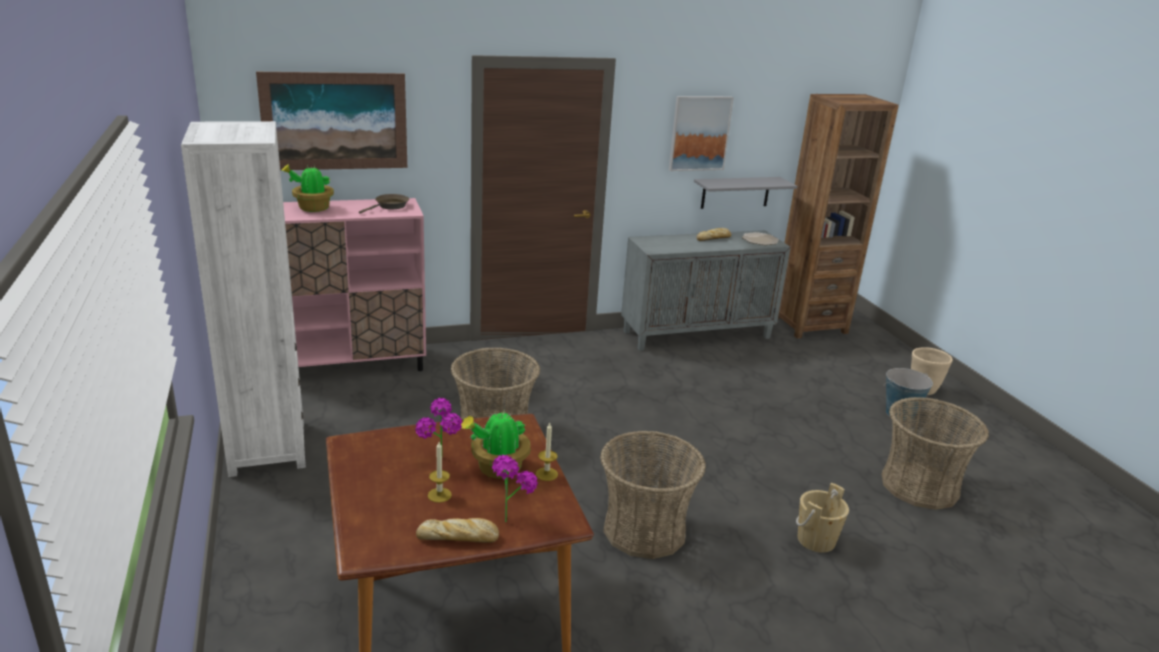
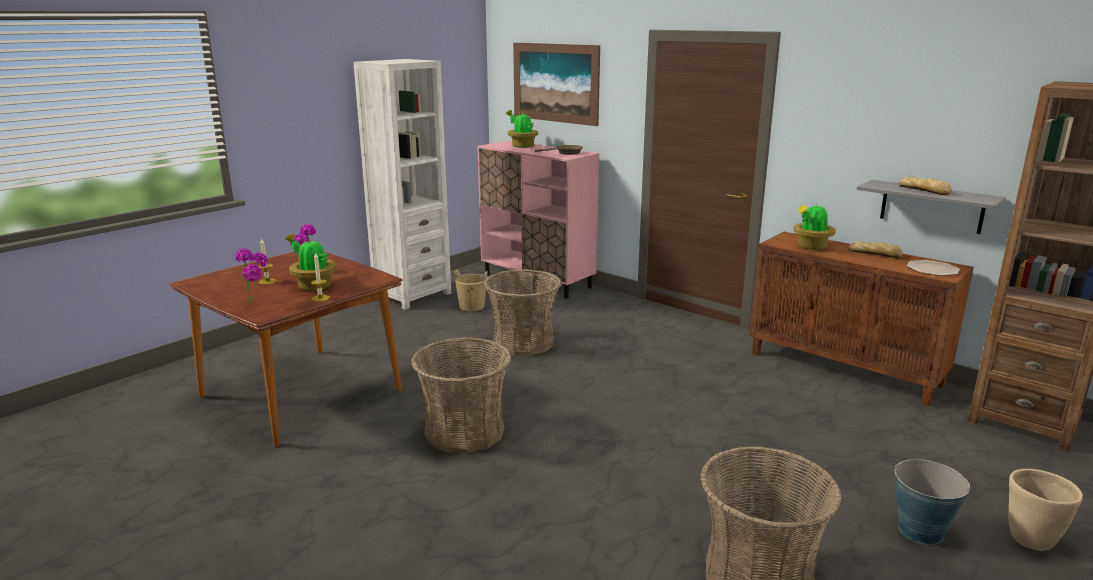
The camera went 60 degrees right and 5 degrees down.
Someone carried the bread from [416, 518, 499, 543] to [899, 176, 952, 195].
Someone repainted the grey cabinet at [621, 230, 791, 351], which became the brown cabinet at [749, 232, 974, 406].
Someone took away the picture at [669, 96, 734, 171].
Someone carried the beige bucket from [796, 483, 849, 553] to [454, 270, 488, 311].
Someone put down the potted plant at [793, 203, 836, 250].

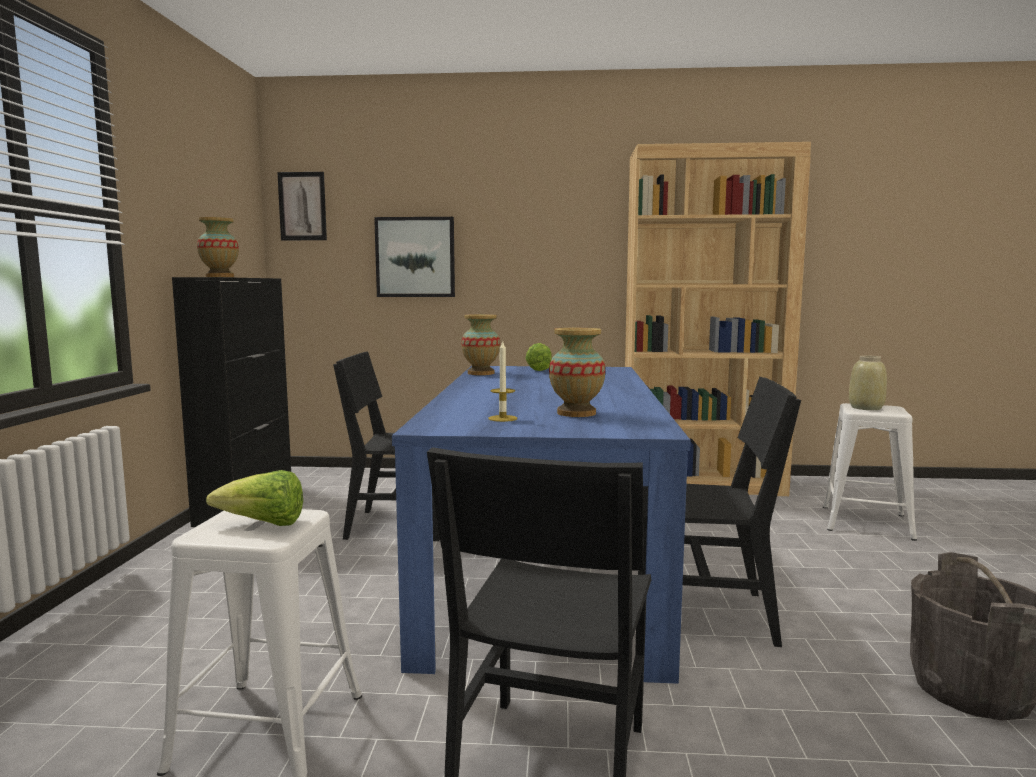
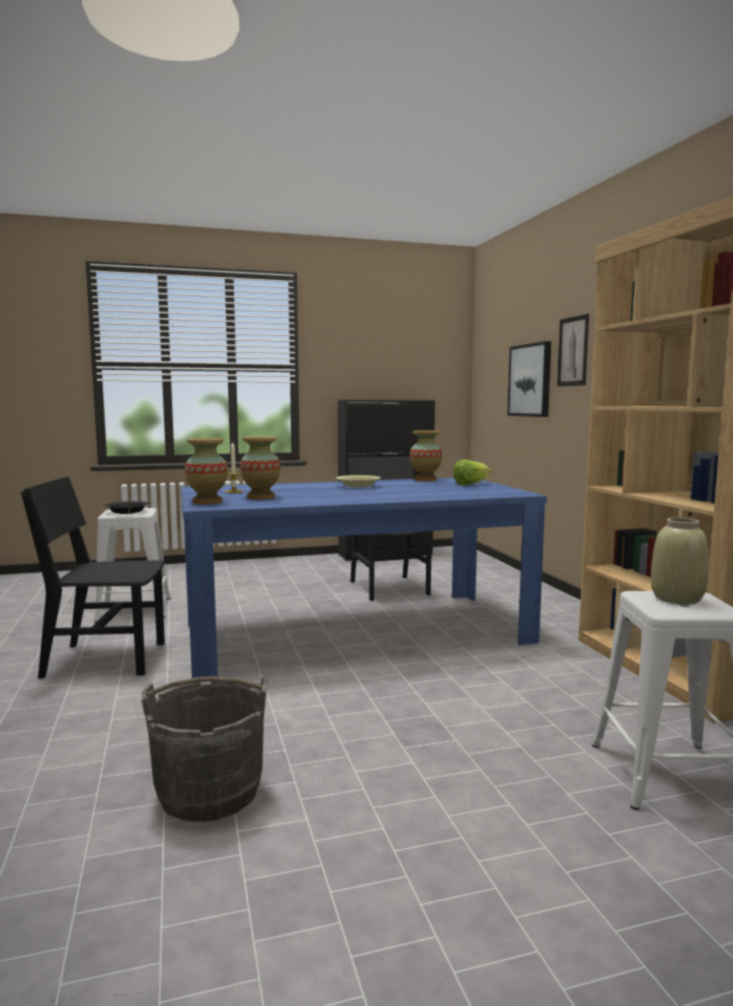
The camera went 70 degrees right and 0 degrees up.
Someone carried the vase from [197, 217, 239, 277] to [185, 438, 228, 504].
Someone swapped the lettuce at [206, 470, 303, 526] for the black bowl at [104, 501, 150, 514].
Someone carried the picture from [277, 172, 327, 240] to [557, 314, 589, 386].
Someone took away the black chair at [638, 377, 801, 647].
Someone put down the yellow bowl at [336, 475, 381, 488].

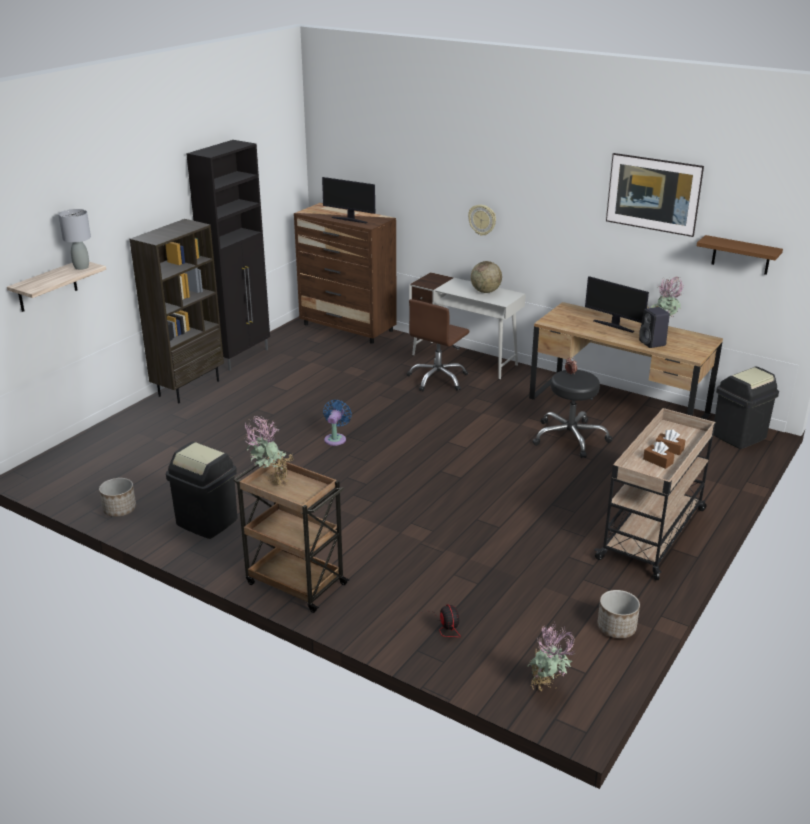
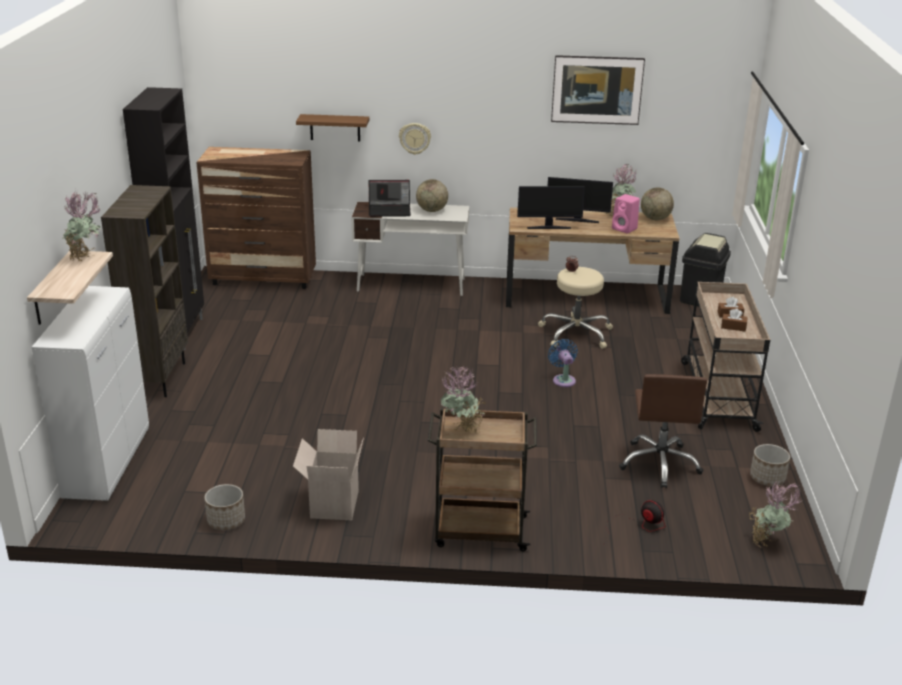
The camera went 30 degrees left and 0 degrees up.
Someone swapped the grey table lamp at [58, 209, 91, 270] for the potted plant at [62, 189, 101, 261].
Someone swapped the black trash can at [166, 442, 237, 539] for the cardboard box at [293, 429, 364, 520].
Someone carried the monitor from [322, 177, 375, 223] to [517, 186, 585, 229].
Someone carried the blue fan from [323, 400, 352, 446] to [548, 339, 578, 387].
Someone carried the brown office chair from [407, 299, 469, 391] to [619, 374, 707, 488].
Someone repainted the black stool at [532, 370, 612, 458], which became the beige stool at [538, 267, 613, 349].
Someone repainted the black speaker at [639, 307, 670, 348], which became the pink speaker at [612, 194, 640, 234].
Someone carried the brown shelf from [697, 235, 783, 275] to [296, 114, 369, 142].
Someone put down the white cabinet at [32, 286, 149, 501].
Someone put down the laptop at [368, 180, 411, 217].
Someone put down the globe at [641, 187, 674, 220].

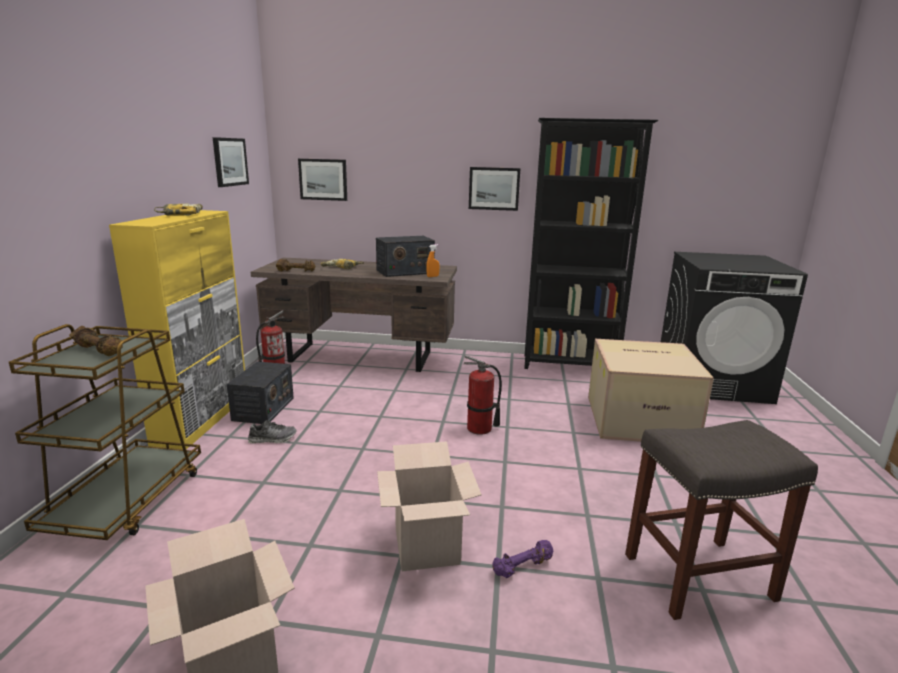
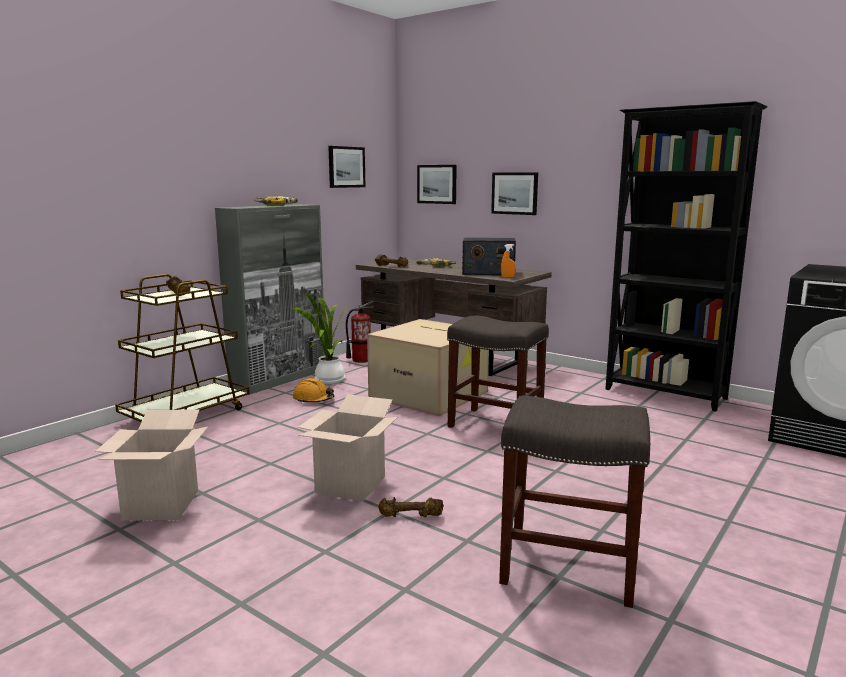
The camera went 30 degrees right and 5 degrees down.
Someone repainted the yellow cabinet at [109, 210, 245, 450], which became the grey cabinet at [215, 204, 325, 395].
Someone swapped the radio at [227, 362, 294, 424] for the potted plant at [293, 294, 348, 384].
Someone swapped the shoe at [248, 421, 296, 444] for the orange hard hat at [293, 378, 334, 403].
Someone swapped the fire extinguisher at [463, 355, 502, 435] for the grey stool at [447, 316, 549, 428].
Someone carried the picture from [469, 167, 521, 211] to [491, 172, 538, 215].
Someone repainted the purple dumbbell at [492, 540, 554, 578], which became the brown dumbbell at [378, 497, 444, 517].
Someone carried the cardboard box from [588, 339, 714, 442] to [367, 319, 489, 416].

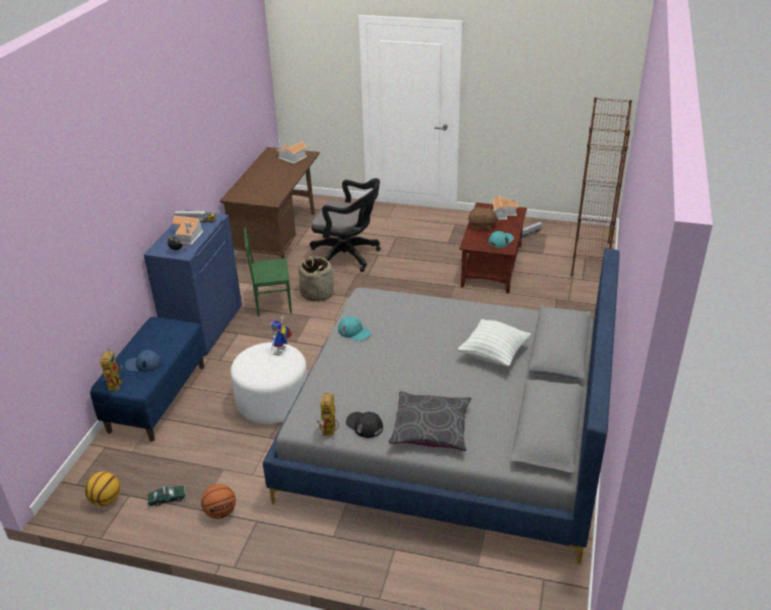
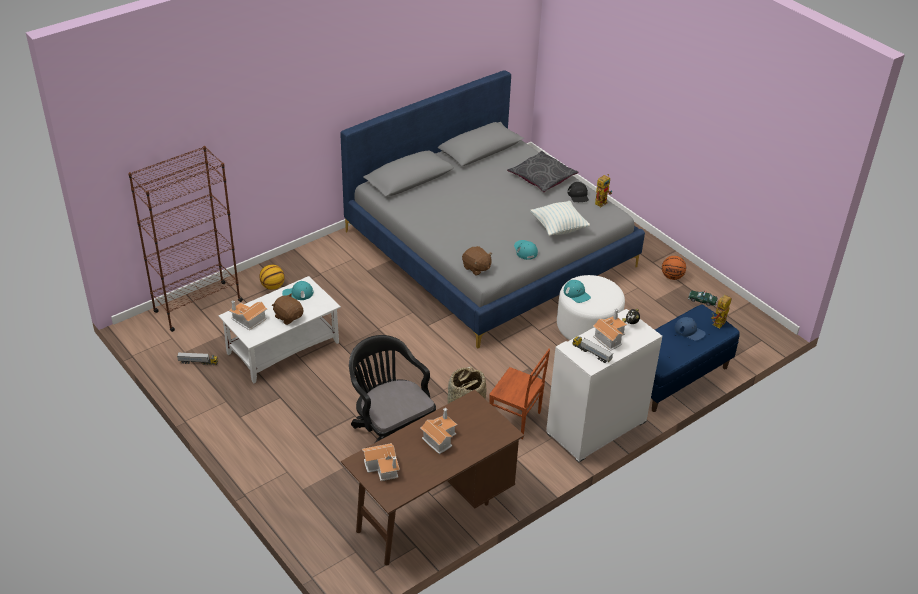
The camera went 145 degrees left and 5 degrees up.
Someone carried the basketball from [85, 472, 120, 506] to [260, 265, 285, 290].
Someone repainted the blue cabinet at [144, 210, 242, 356], which became the white cabinet at [546, 309, 662, 463].
Someone repainted the green chair at [244, 227, 292, 317], which became the brown chair at [489, 349, 550, 439].
Someone swapped the toy robot at [270, 316, 292, 356] for the turquoise cap at [564, 280, 591, 303].
Someone carried the pillow from [458, 319, 531, 366] to [530, 201, 590, 236].
Someone repainted the brown coffee table at [459, 203, 527, 293], which became the white coffee table at [219, 276, 341, 383].
Someone put down the toy house at [420, 408, 457, 454].
Someone put down the brown plush toy at [462, 246, 492, 276].

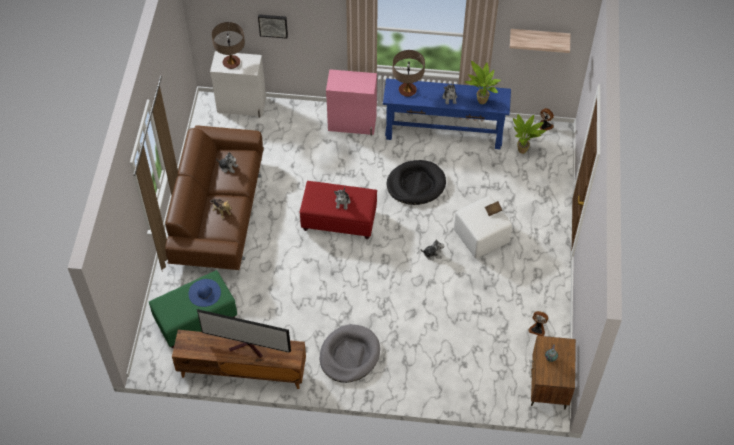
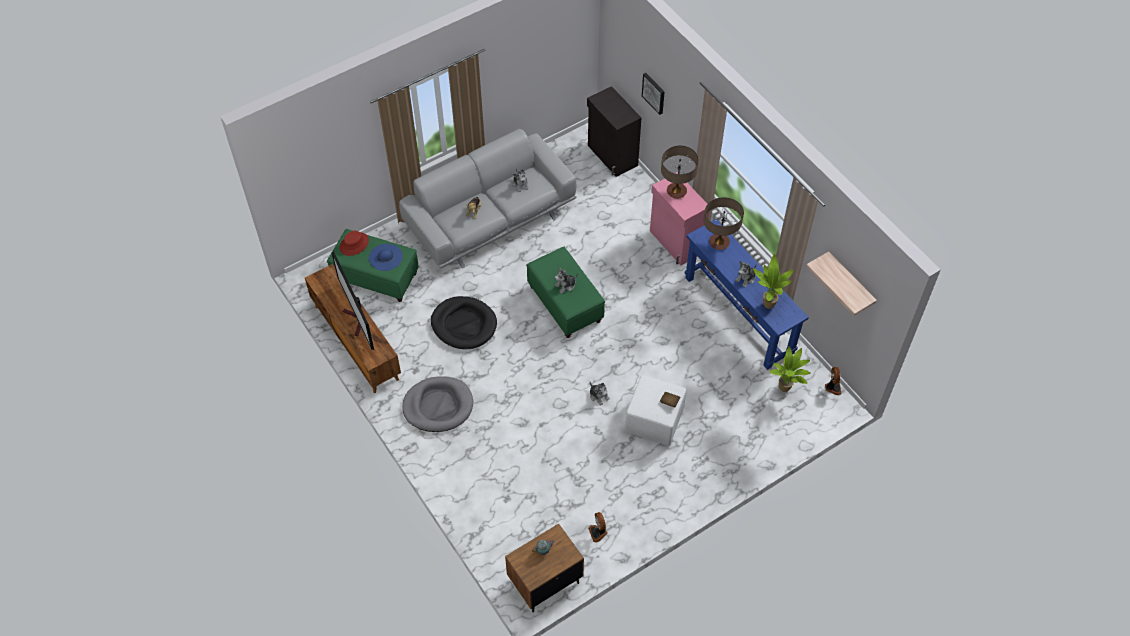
The camera went 50 degrees right and 0 degrees up.
Someone repainted the brown sofa at [165, 125, 264, 270], which became the grey sofa at [399, 129, 576, 268].
Someone repainted the white cabinet at [210, 51, 266, 117], which became the black cabinet at [587, 86, 641, 177].
Someone carried the table lamp from [212, 22, 245, 69] to [661, 146, 699, 199].
Someone repainted the red ottoman at [300, 181, 377, 239], which became the green ottoman at [526, 247, 605, 338].
Someone carried the black dog bed from [387, 160, 446, 205] to [431, 296, 497, 349].
Someone put down the red hat at [340, 231, 369, 256].

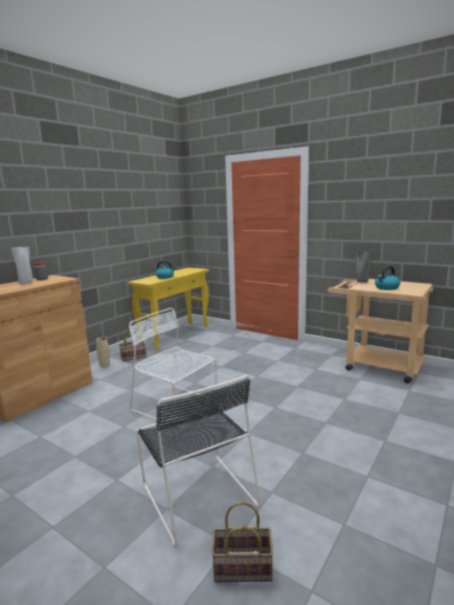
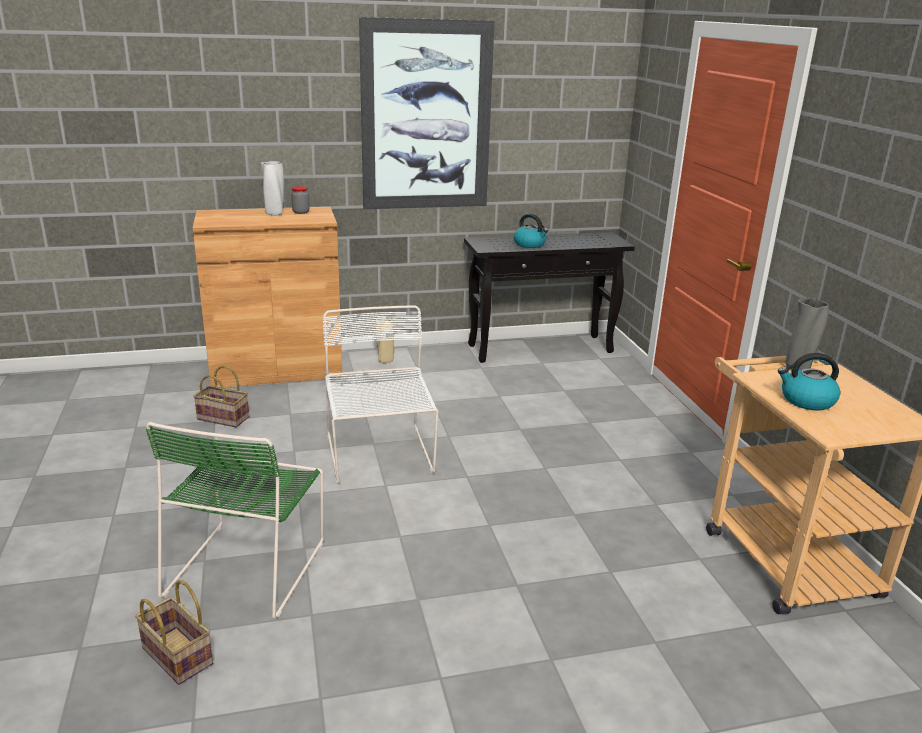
The camera went 40 degrees right and 10 degrees up.
Someone carried the basket from [119, 330, 146, 361] to [193, 365, 249, 427].
Someone repainted the yellow console table at [127, 267, 209, 349], which became the black console table at [464, 232, 635, 363].
Someone repainted the black chair at [136, 375, 261, 547], which became the green chair at [146, 422, 324, 619].
Someone put up the picture at [359, 17, 495, 209].

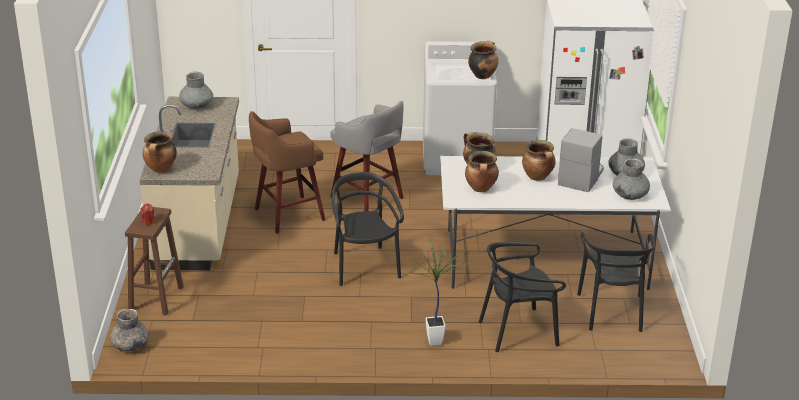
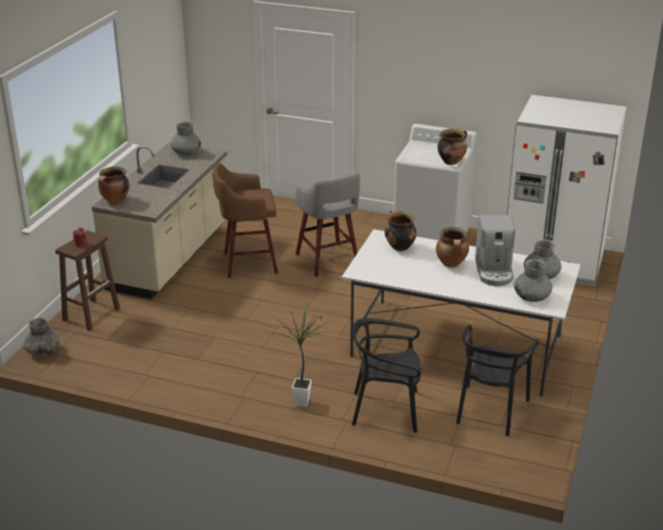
The camera went 20 degrees right and 0 degrees up.
Someone took away the black chair at [332, 172, 404, 286].
Someone took away the cooking pot at [465, 151, 499, 192].
Someone rotated the coffee machine at [558, 128, 604, 192] by 135 degrees clockwise.

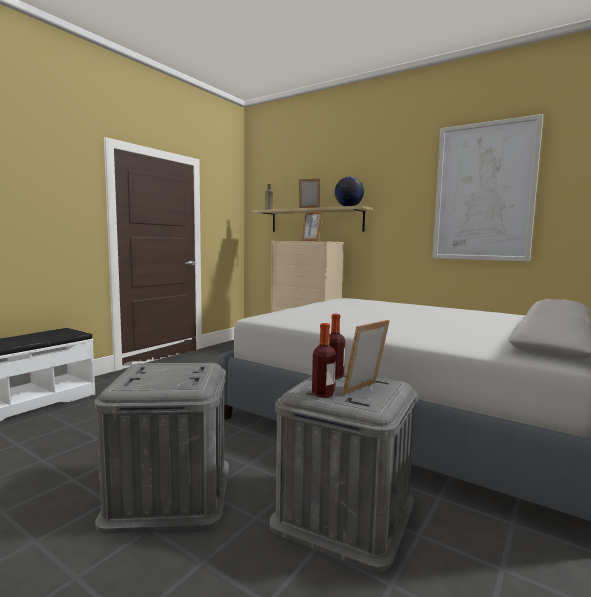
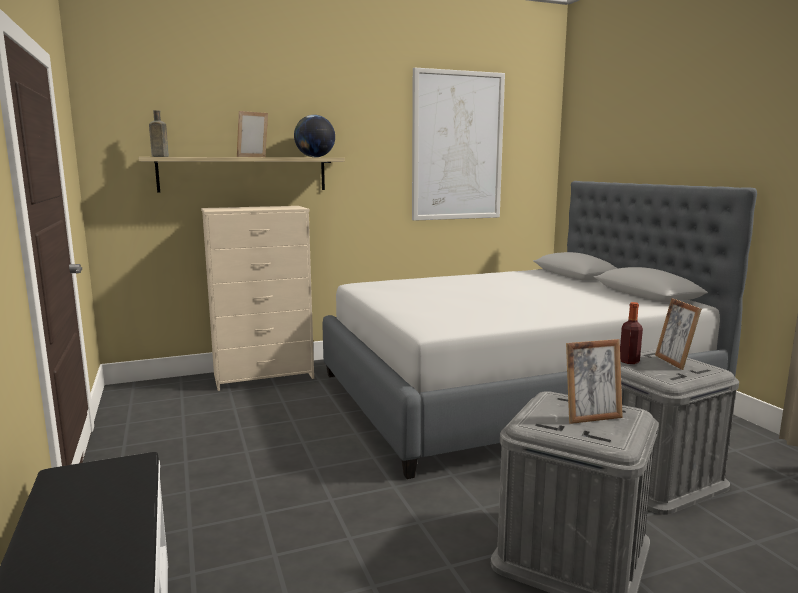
The camera went 55 degrees left and 5 degrees up.
Someone carried the picture frame from [301, 212, 323, 241] to [566, 339, 623, 424].
Someone took away the bottle at [312, 323, 336, 397].

